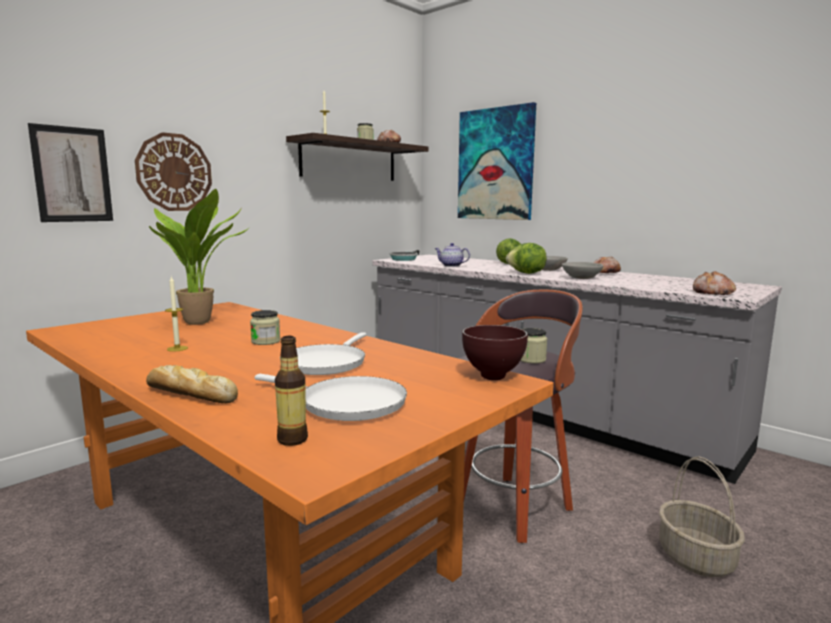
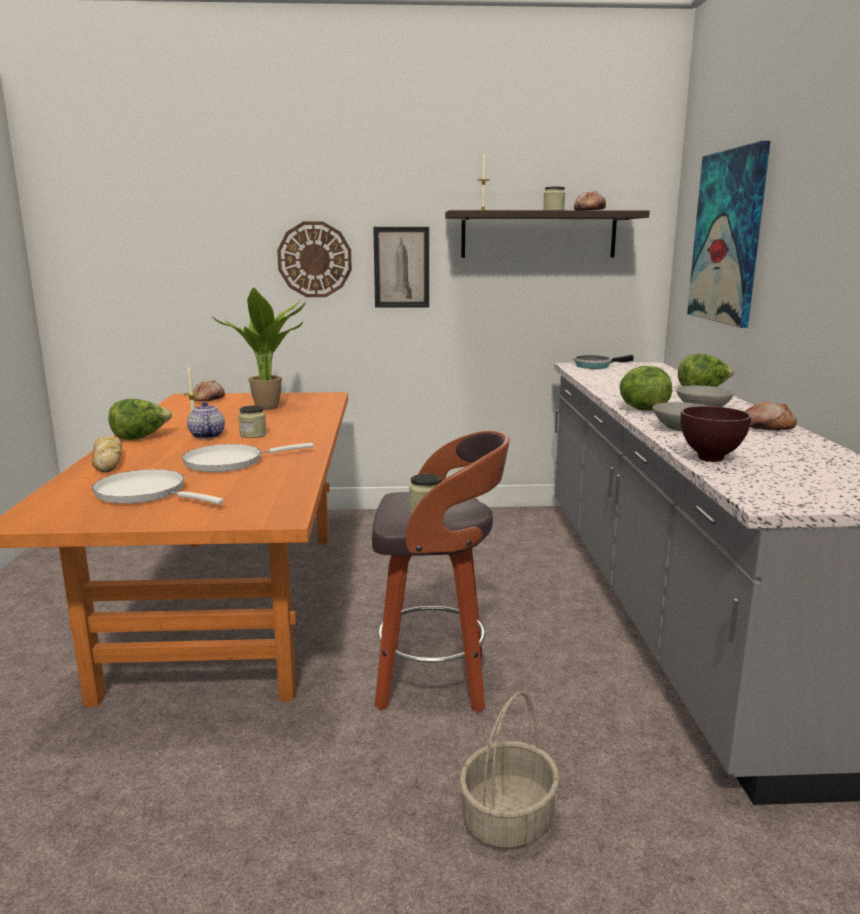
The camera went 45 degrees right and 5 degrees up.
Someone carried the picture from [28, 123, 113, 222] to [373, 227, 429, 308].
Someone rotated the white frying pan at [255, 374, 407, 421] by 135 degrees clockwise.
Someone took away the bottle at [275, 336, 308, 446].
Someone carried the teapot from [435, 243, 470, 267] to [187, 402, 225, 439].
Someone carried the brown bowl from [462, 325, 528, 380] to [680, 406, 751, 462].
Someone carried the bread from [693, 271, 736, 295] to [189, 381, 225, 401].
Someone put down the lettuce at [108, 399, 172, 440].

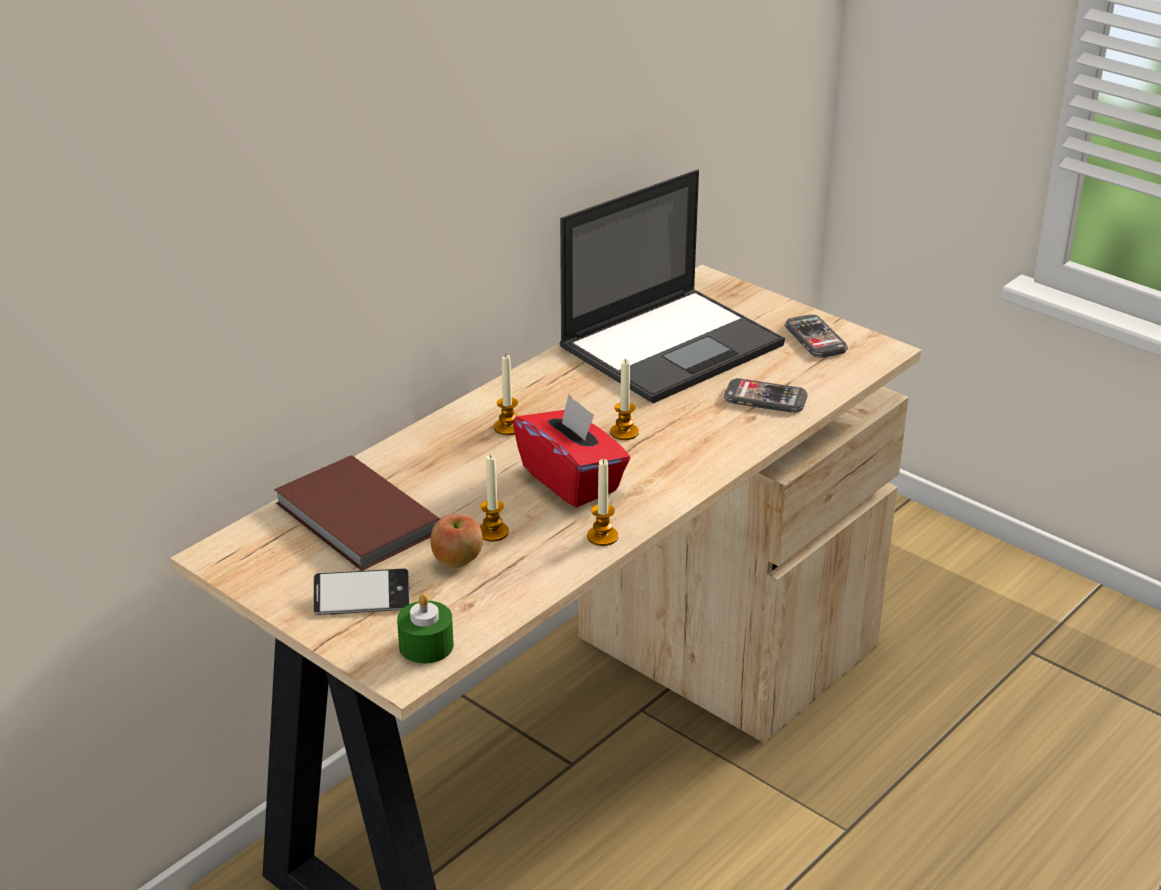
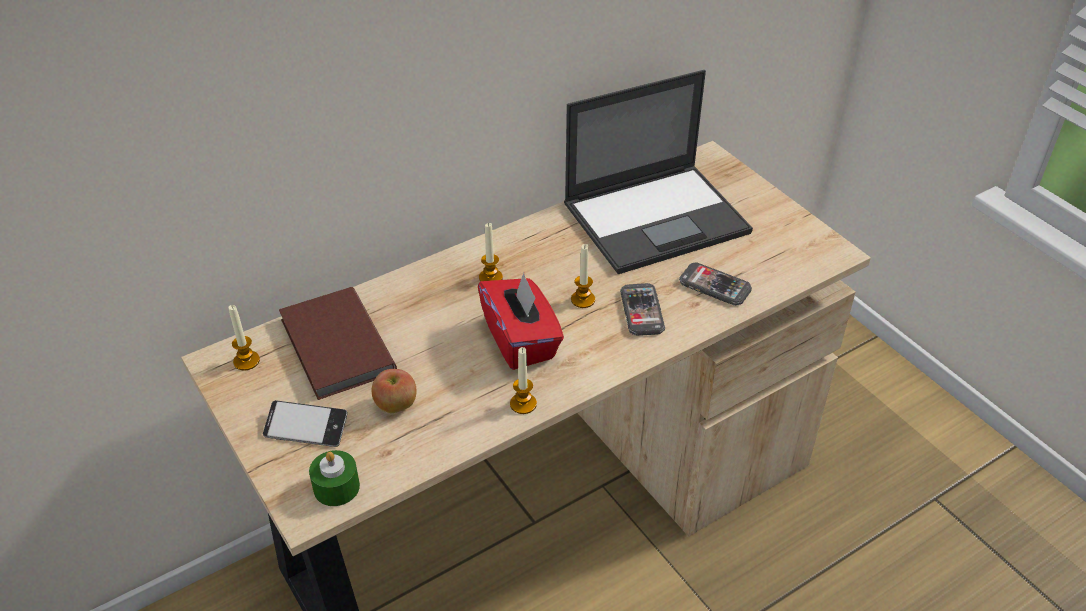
The camera went 15 degrees right and 10 degrees up.
Someone carried the candle from [480, 455, 509, 542] to [228, 305, 260, 370].
Someone carried the phone from [785, 314, 848, 358] to [620, 283, 665, 336].

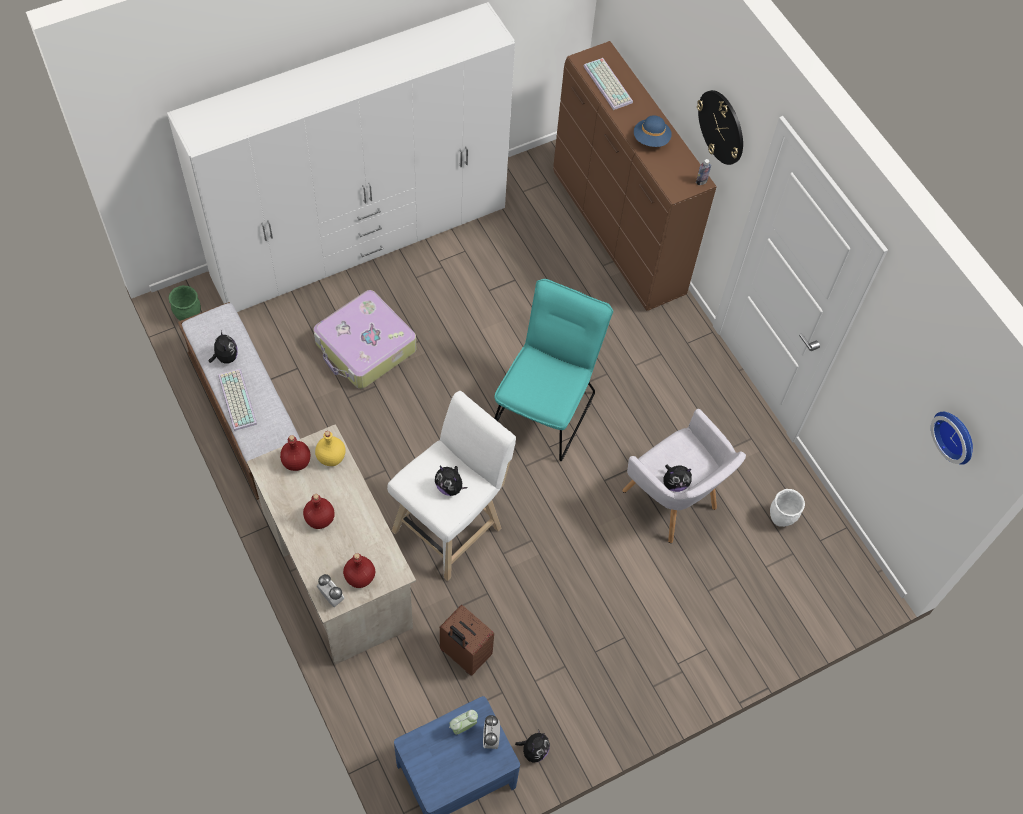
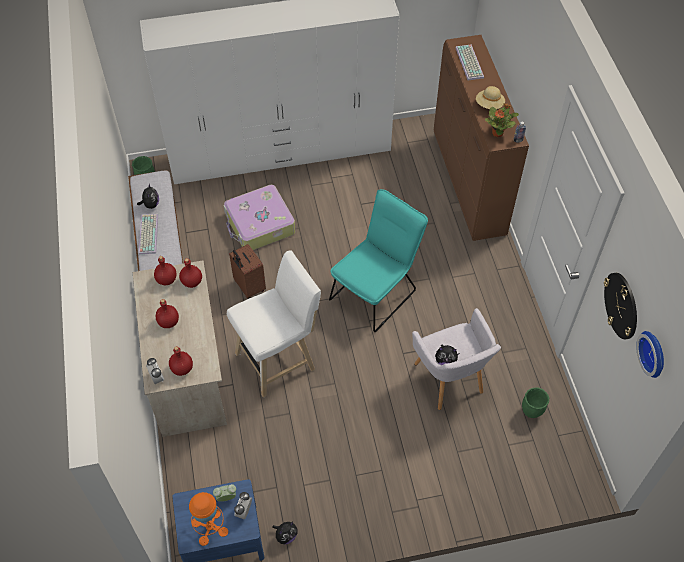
The camera went 20 degrees right and 5 degrees down.
Someone repainted the yellow bottle at [315, 431, 346, 466], which became the red bottle at [179, 258, 202, 288].
Someone took away the plush toy at [435, 466, 467, 496].
Someone carried the brown suitcase from [440, 605, 494, 676] to [229, 244, 266, 299].
Someone repainted the blue hat at [634, 115, 672, 147], which became the beige hat at [476, 86, 505, 109].
Someone carried the wall clock from [697, 90, 743, 165] to [604, 273, 637, 339].
Someone repainted the white planter at [770, 489, 805, 527], which became the green planter at [522, 387, 549, 418].
Someone put down the orange table lamp at [189, 492, 228, 546].
Someone put down the potted plant at [485, 103, 519, 137].

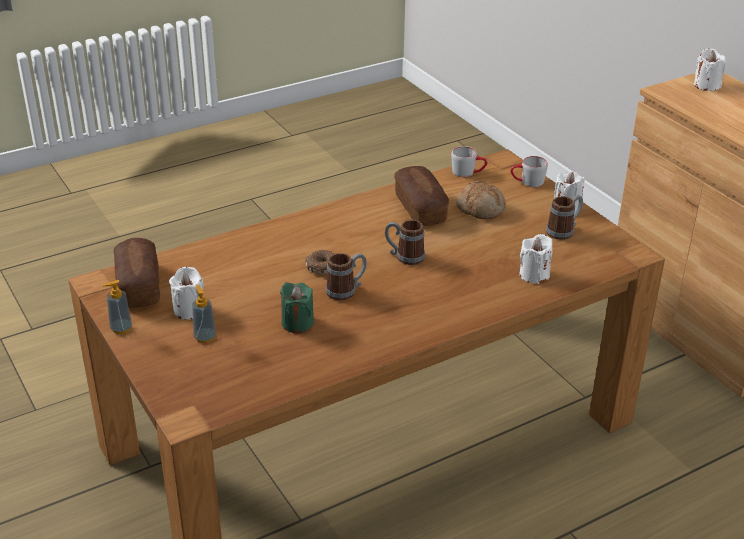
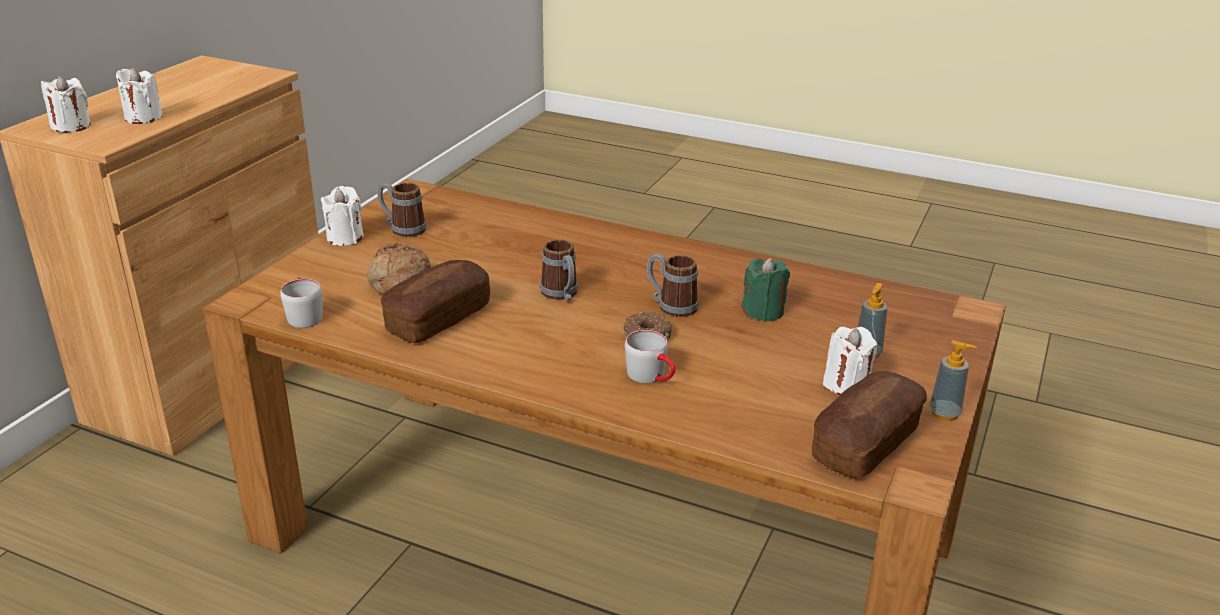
The camera went 125 degrees left and 5 degrees down.
Someone carried the grey mug from [511, 156, 548, 187] to [625, 330, 675, 383].
Someone carried the white candle from [520, 234, 552, 284] to [116, 68, 162, 124].

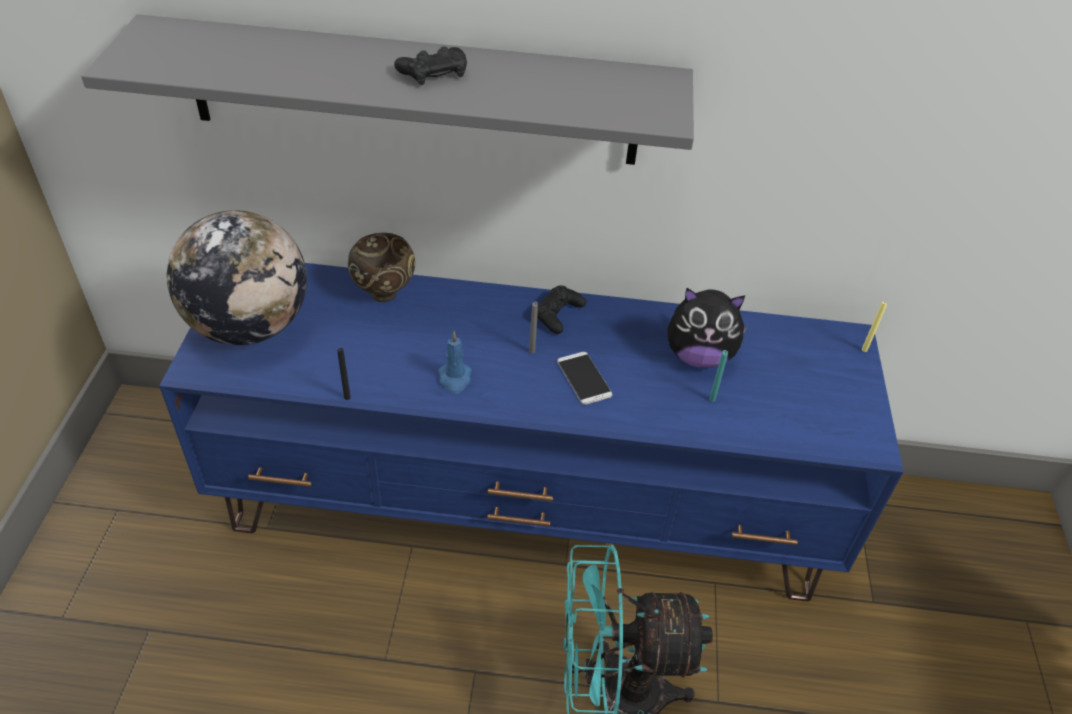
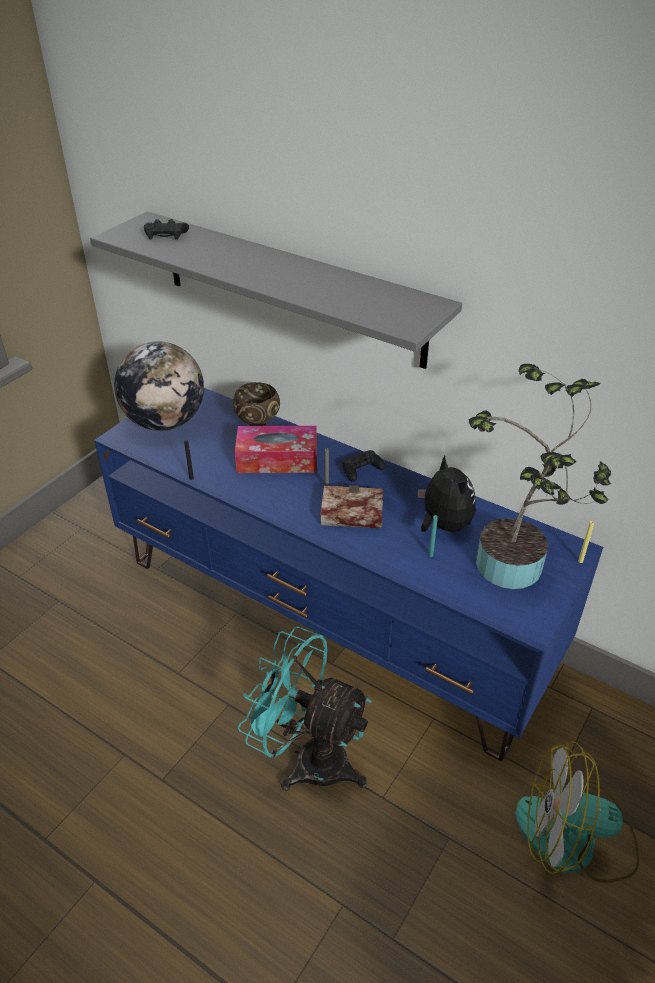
The camera went 30 degrees right and 5 degrees down.
Someone carried the black game controller from [394, 46, 467, 86] to [144, 219, 189, 240].
Someone took away the blue candle at [438, 331, 472, 394].
Someone swapped the phone at [557, 352, 612, 405] for the book at [320, 485, 383, 528].
Someone rotated the plush toy at [667, 288, 748, 368] by 150 degrees counterclockwise.
Someone put down the tissue box at [235, 426, 317, 473].
Someone put down the potted plant at [469, 364, 611, 589].
Someone put down the fan at [515, 742, 639, 883].

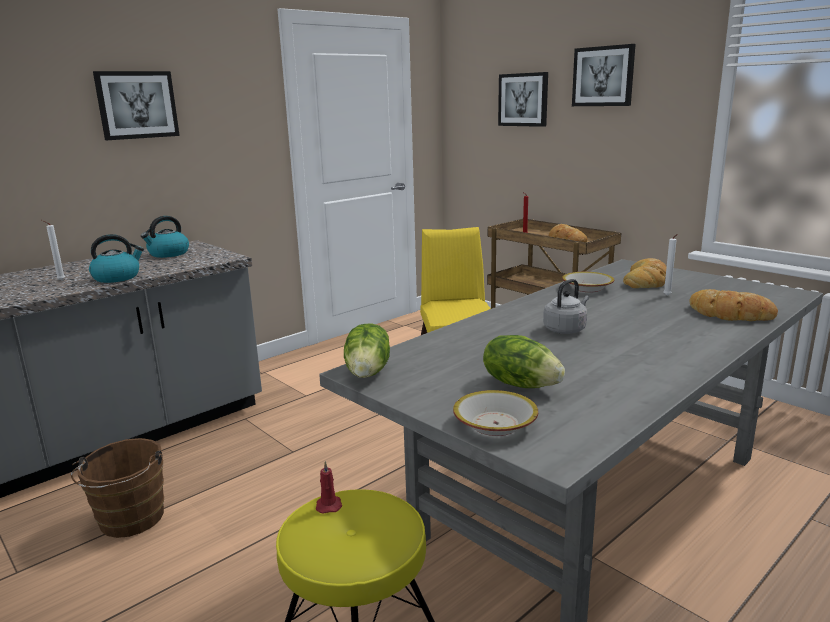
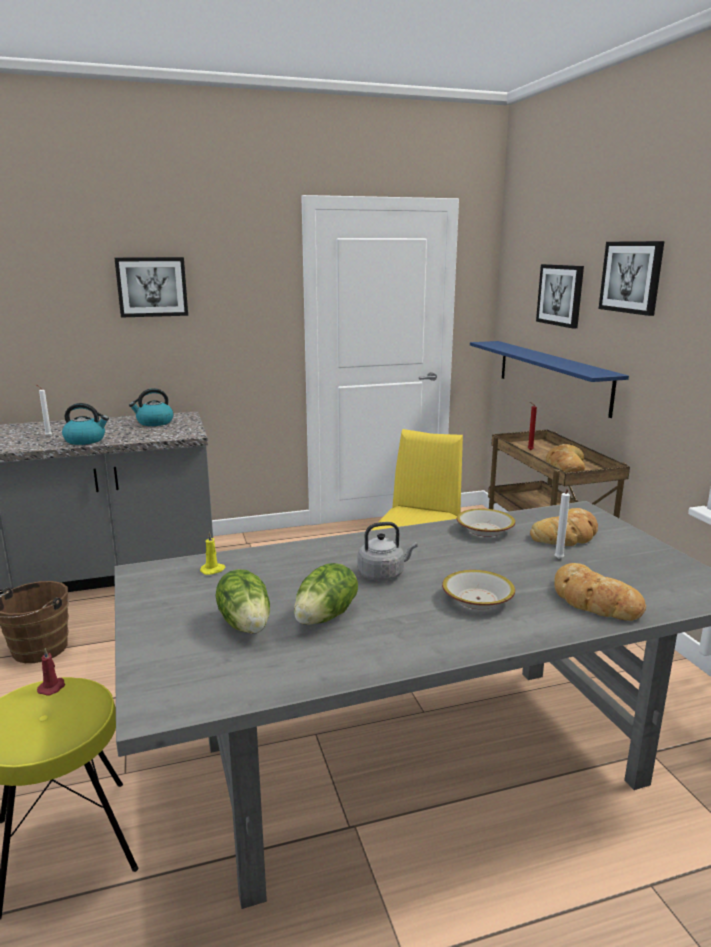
The camera went 25 degrees right and 0 degrees up.
Someone carried the lettuce from [344, 323, 390, 378] to [294, 563, 358, 625].
Someone carried the bowl from [453, 390, 538, 436] to [442, 570, 515, 609].
Someone put down the yellow candle at [200, 531, 226, 575].
Someone put up the blue shelf at [470, 341, 629, 418].

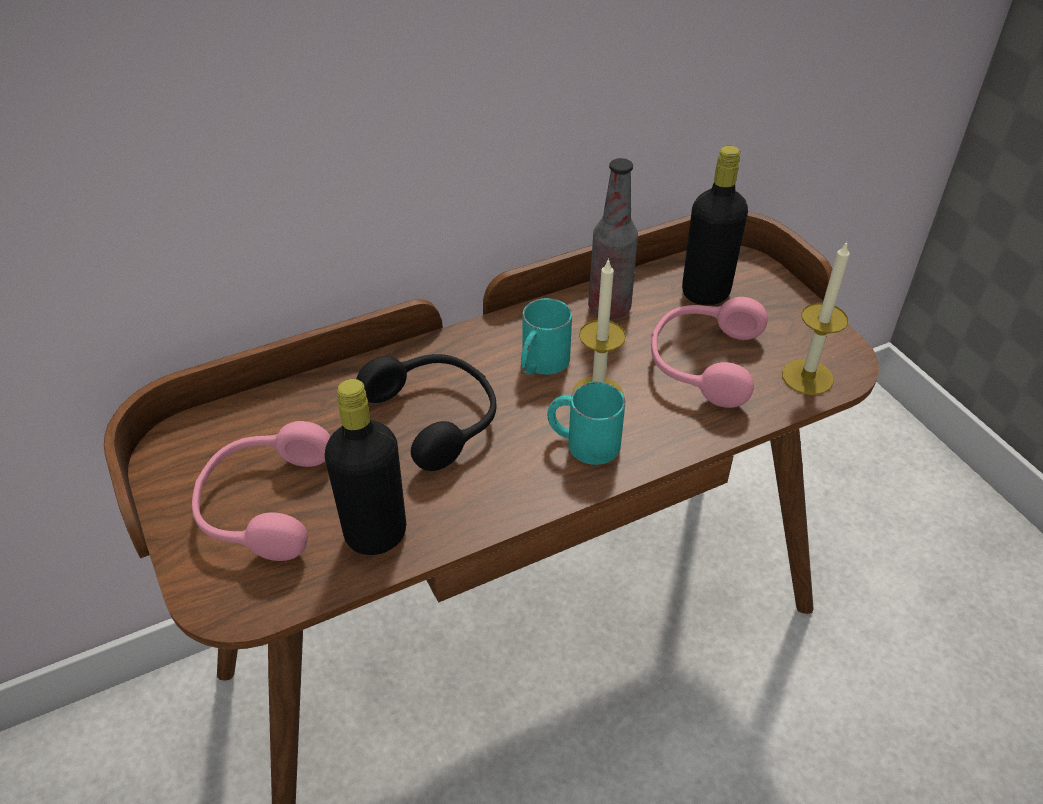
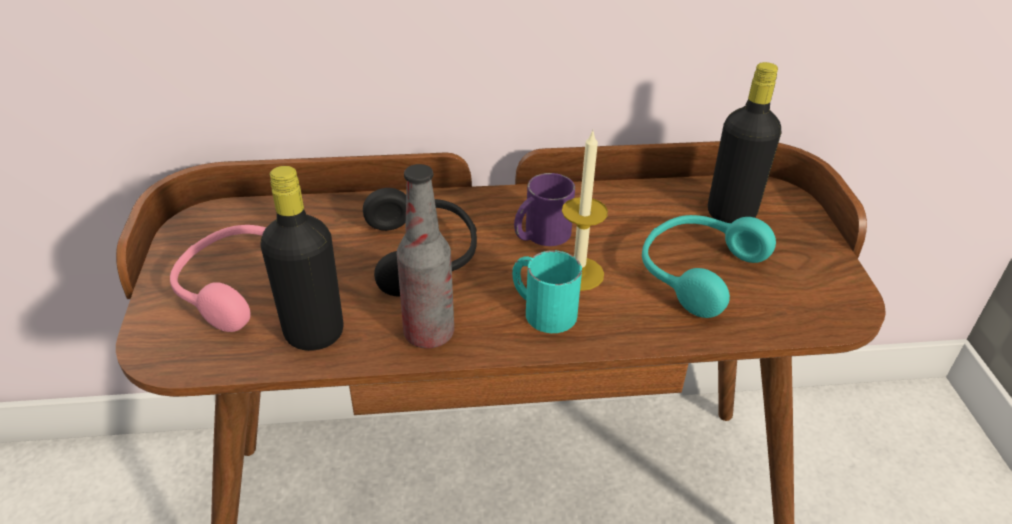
The camera went 20 degrees right and 5 degrees down.
Someone repainted the turquoise mug at [521, 298, 572, 375], which became the purple mug at [514, 173, 575, 246].
Someone carried the bottle from [588, 158, 638, 319] to [397, 164, 454, 348].
Someone repainted the pink headphones at [651, 297, 768, 408], which became the turquoise headphones at [642, 215, 776, 318].
Someone took away the candle at [782, 241, 850, 395].

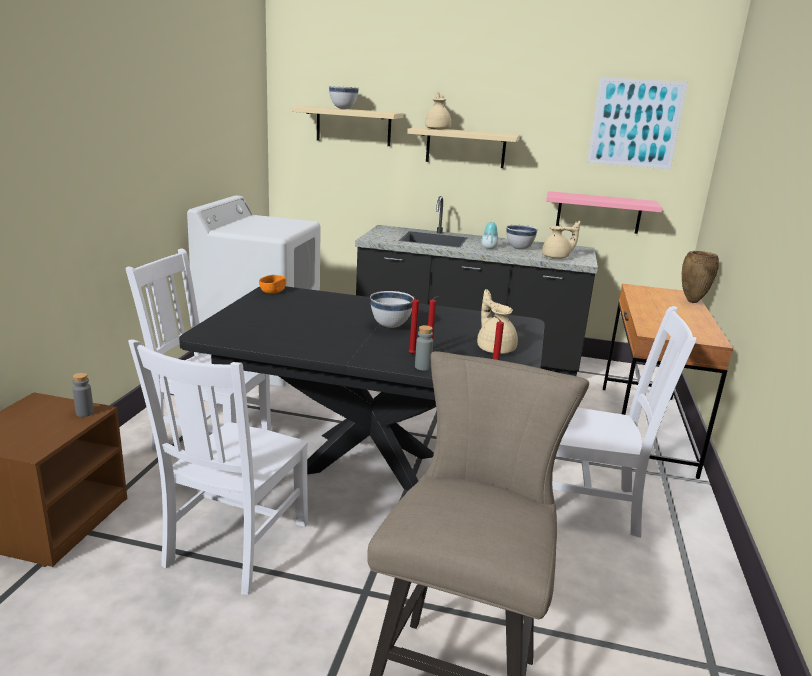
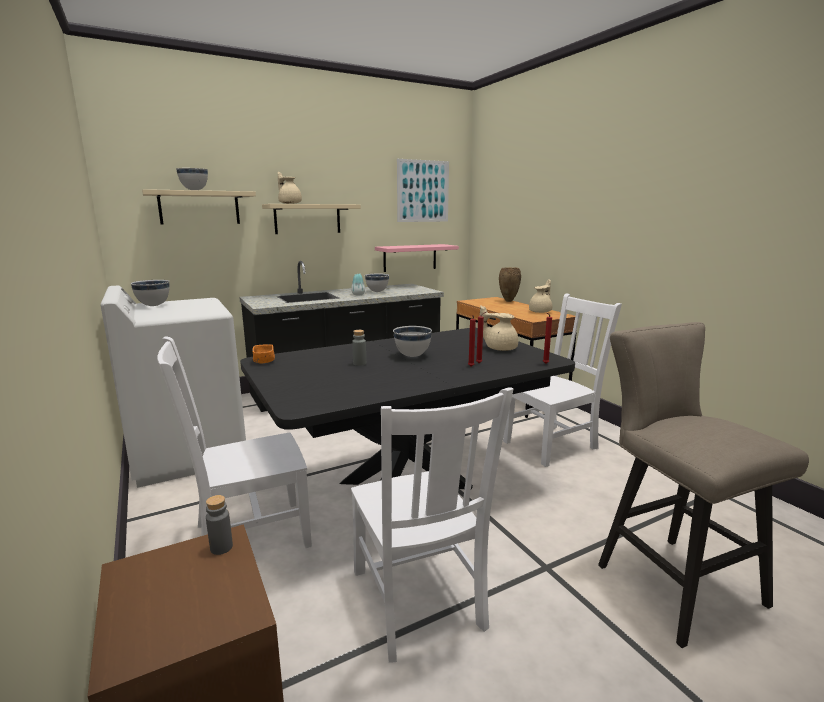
The camera went 40 degrees left and 5 degrees down.
Someone carried the grey bottle from [415, 325, 433, 371] to [352, 330, 366, 366].
Someone carried the beige teapot from [542, 221, 580, 259] to [529, 279, 552, 313].
Someone put down the white bowl at [131, 280, 170, 306].

